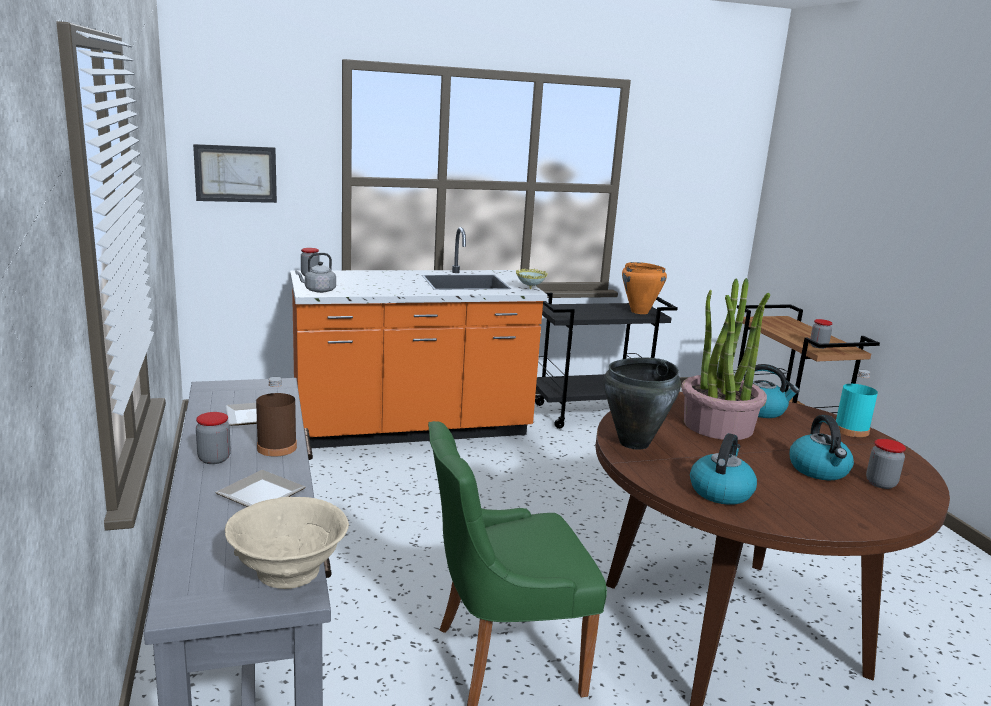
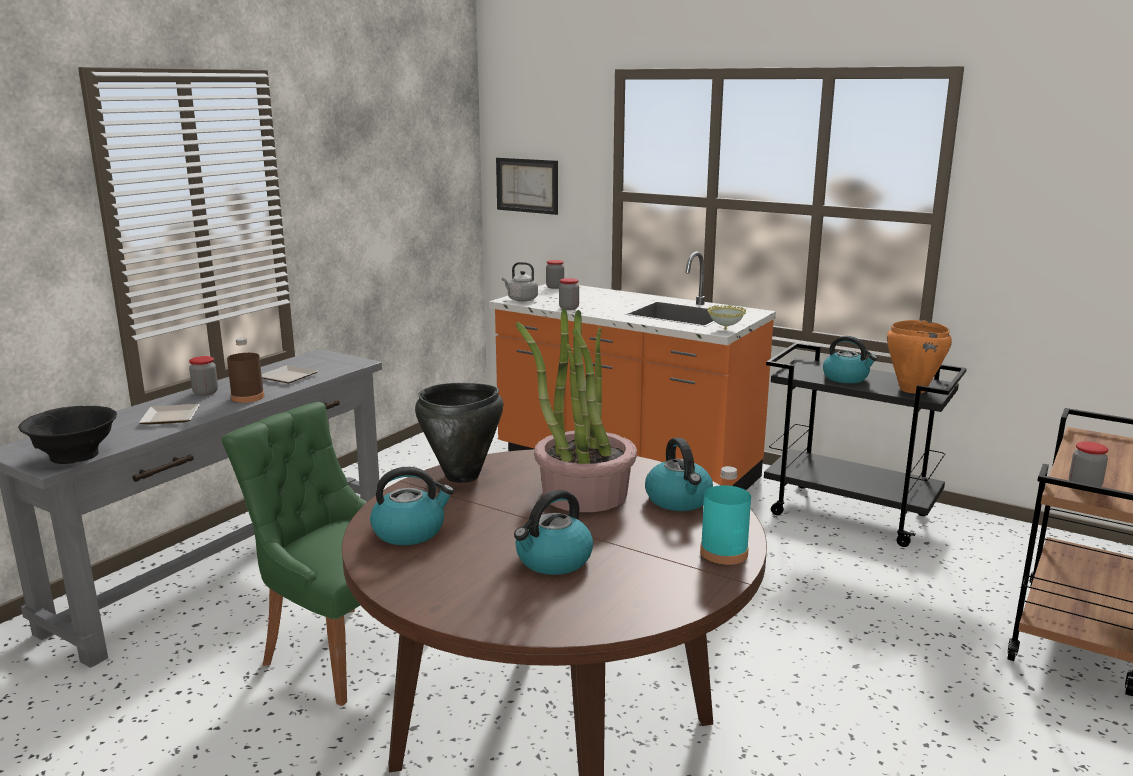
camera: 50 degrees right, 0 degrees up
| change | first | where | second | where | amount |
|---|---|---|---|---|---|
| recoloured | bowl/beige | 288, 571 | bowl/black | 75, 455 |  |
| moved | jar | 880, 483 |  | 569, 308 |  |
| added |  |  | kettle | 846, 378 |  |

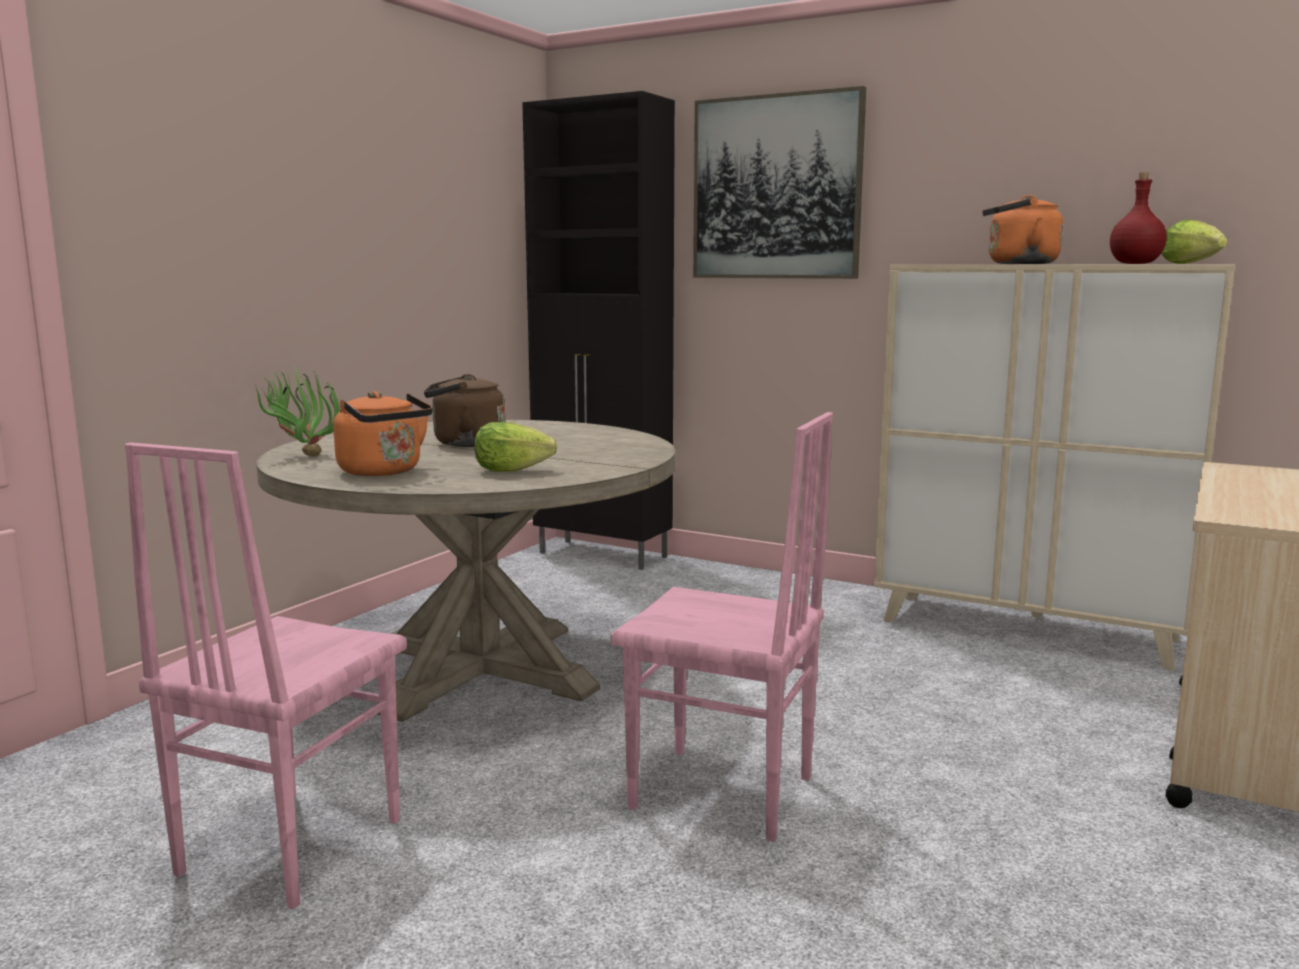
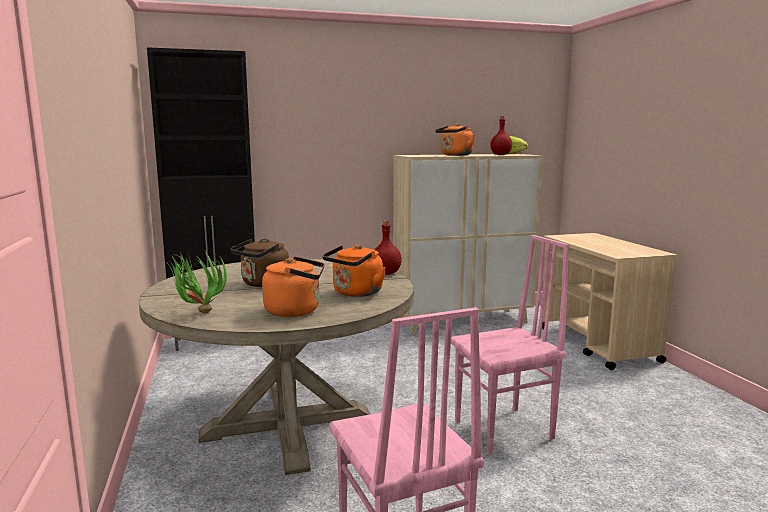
camera: 45 degrees left, 0 degrees up
| change | first | where | second | where | amount |
|---|---|---|---|---|---|
| replaced | lettuce | 511, 470 | kettle/orange | 355, 293 |  |
| added |  |  | bottle/red | 385, 273 |  |
| removed | picture | 776, 188 |  |  |  |

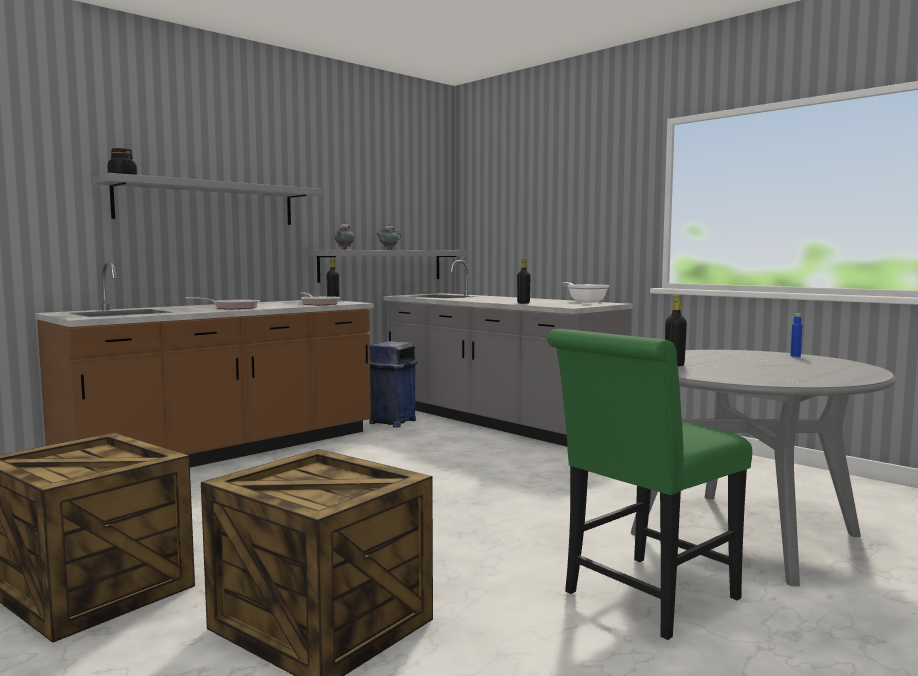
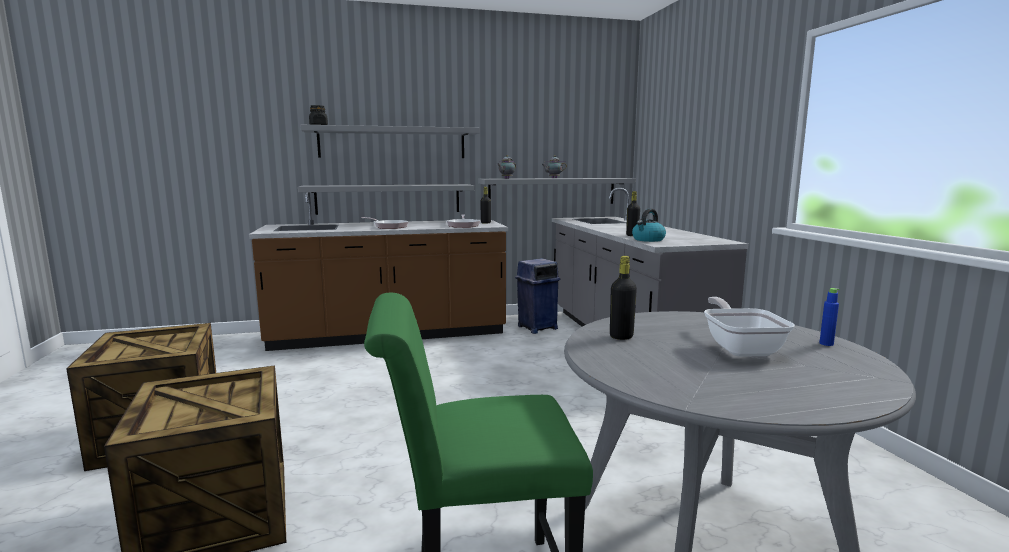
camera: 30 degrees right, 5 degrees up
| change | first | where | second | where | amount |
|---|---|---|---|---|---|
| added |  |  | shelf/grey | 388, 199 |  |
| added |  |  | kettle | 648, 240 |  |
| moved | frying pan | 584, 302 |  | 740, 348 |  |

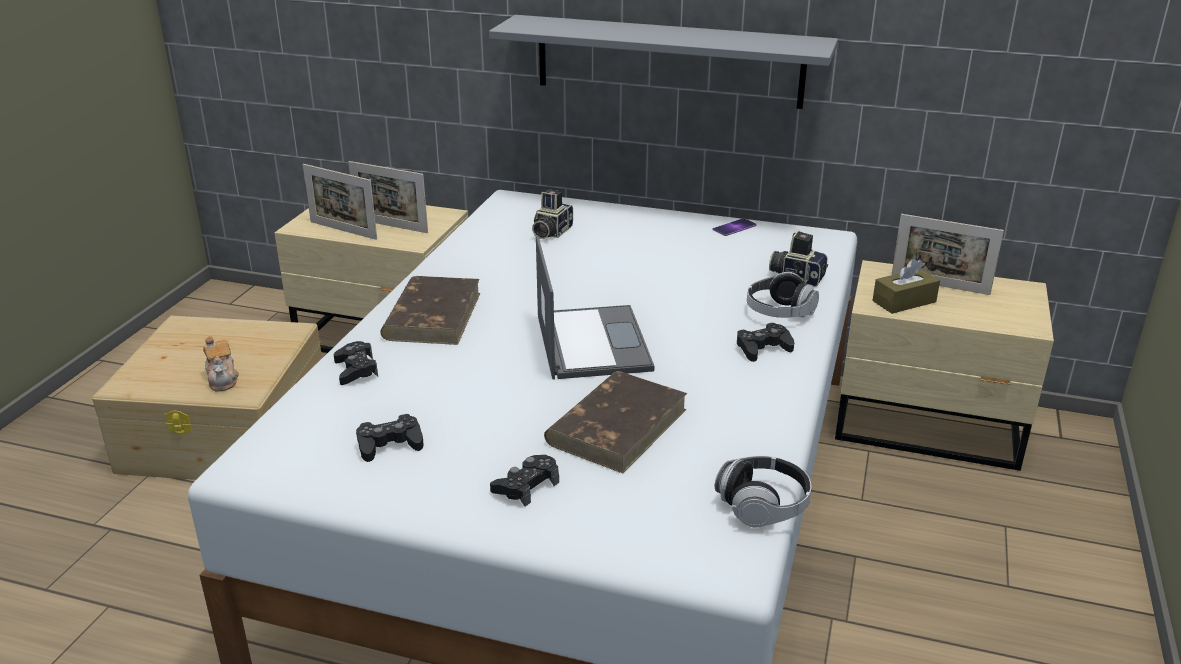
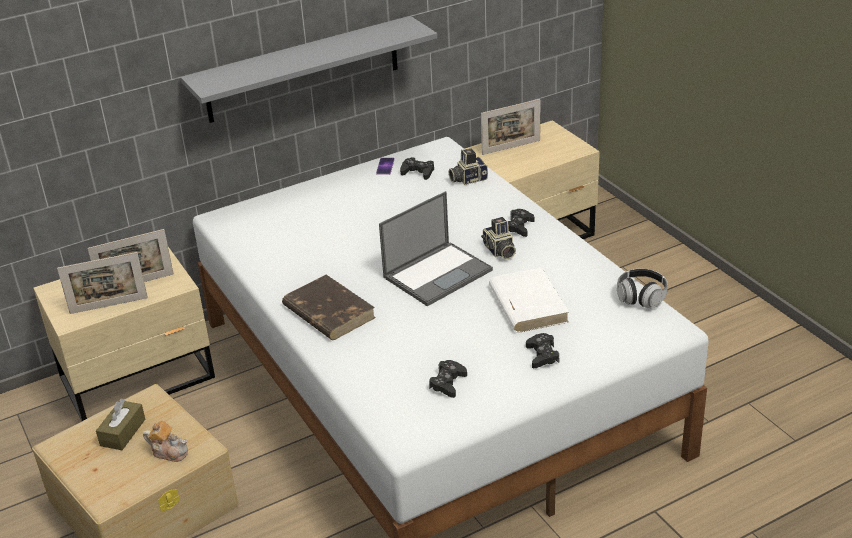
camera: 45 degrees left, 5 degrees up
| change | first | where | second | where | amount |
|---|---|---|---|---|---|
| moved | tissue box/brown | 904, 301 |  | 123, 432 |  |
| turned | laptop | 592, 342 |  | 438, 273 | 105 degrees clockwise |
| moved | game controller/black | 356, 370 |  | 418, 172 |  |
| moved | photo camera | 550, 232 |  | 499, 251 |  |
| recoloured | book/brown | 618, 425 | book/white | 527, 304 |  |
| removed | headphones | 779, 312 |  |  |  |

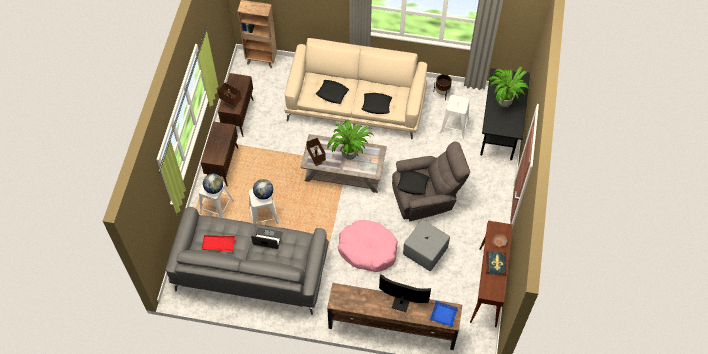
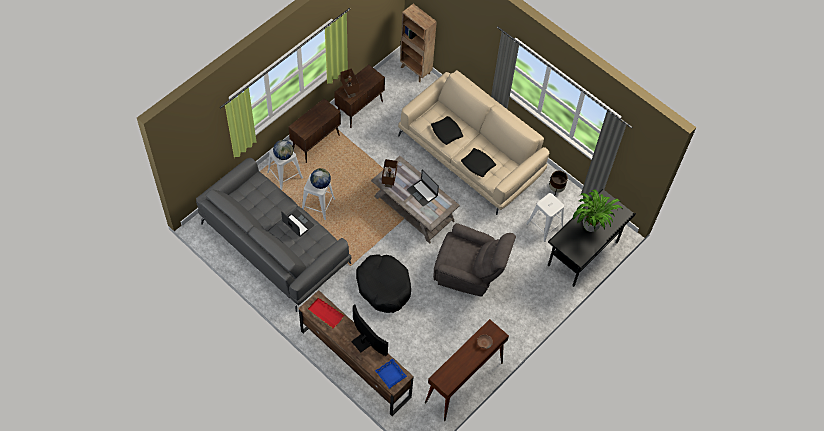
camera: 30 degrees right, 0 degrees up
| change | first | where | second | where | amount |
|---|---|---|---|---|---|
| moved | tray/red | 218, 244 |  | 325, 313 |  |
| recoloured | dog bed/pink | 367, 249 | dog bed/black | 384, 286 |  |
| replaced | potted plant | 349, 153 | laptop | 422, 193 |  |
| removed | pillow/black | 413, 184 |  |  |  |
| removed | ottoman/grey | 425, 252 |  |  |  |
| removed | book | 496, 264 |  |  |  |

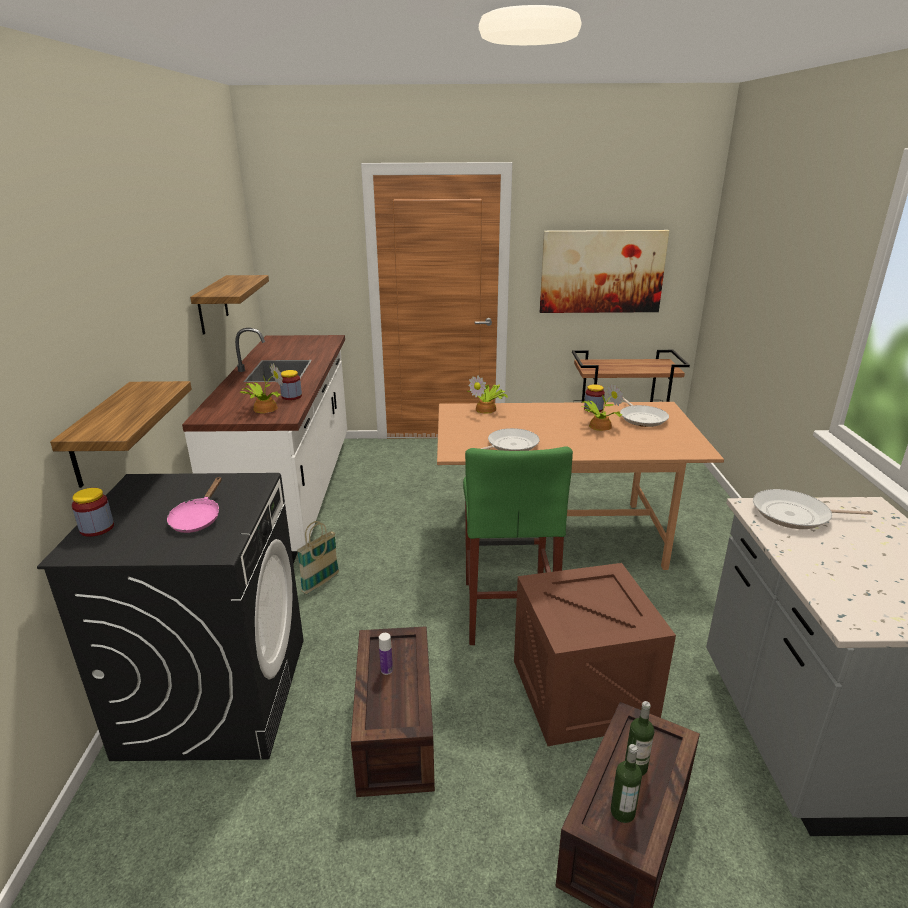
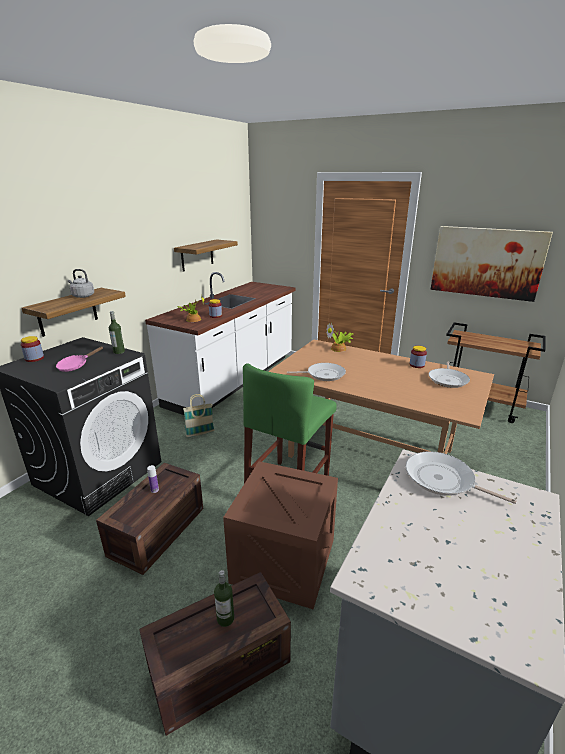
camera: 30 degrees right, 0 degrees up
| change | first | where | second | where | amount |
|---|---|---|---|---|---|
| added |  |  | kettle/grey | 82, 296 |  |
| moved | bottle | 622, 812 |  | 119, 352 |  |
| removed | potted plant | 598, 426 |  |  |  |

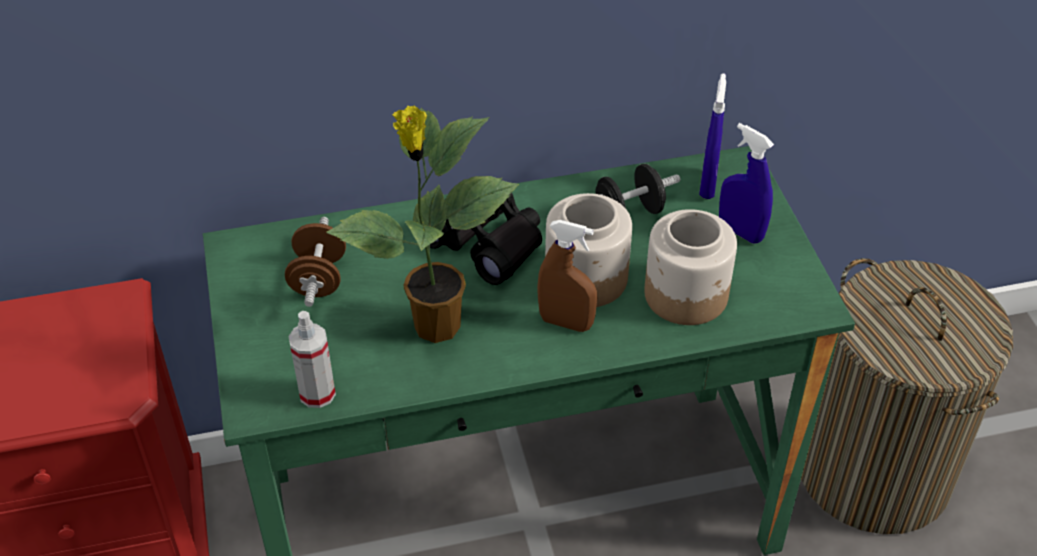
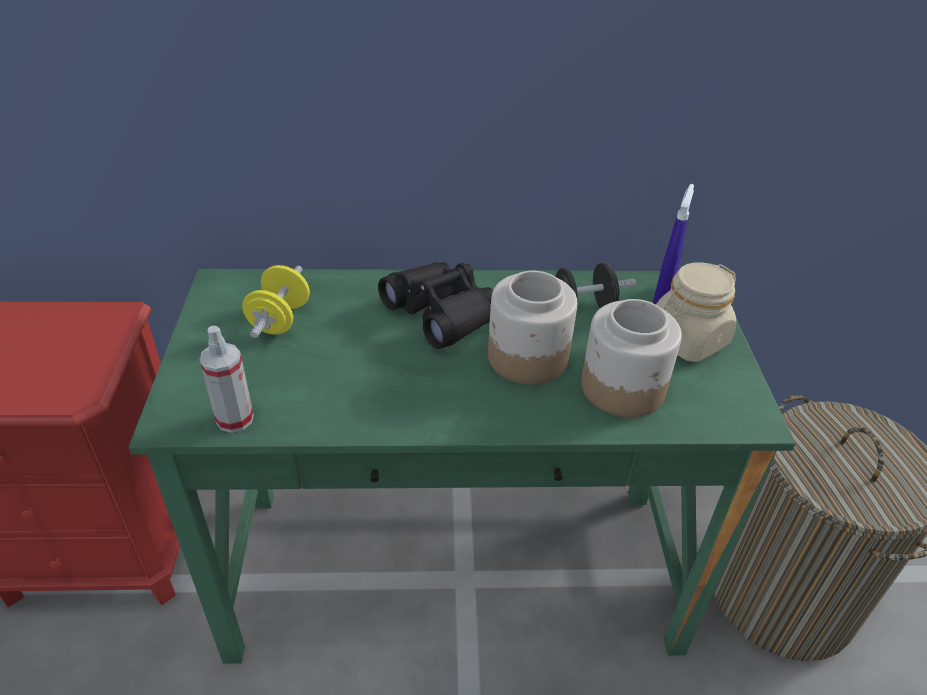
camera: 10 degrees right, 5 degrees down
| change | first | where | second | where | amount |
|---|---|---|---|---|---|
| recoloured | dumbbell/brown | 318, 279 | dumbbell/yellow | 280, 319 |  |
| replaced | spray bottle/blue | 740, 231 | jar/beige | 687, 340 |  |
| removed | potted plant | 435, 328 |  |  |  |
| removed | spray bottle/brown | 566, 323 |  |  |  |

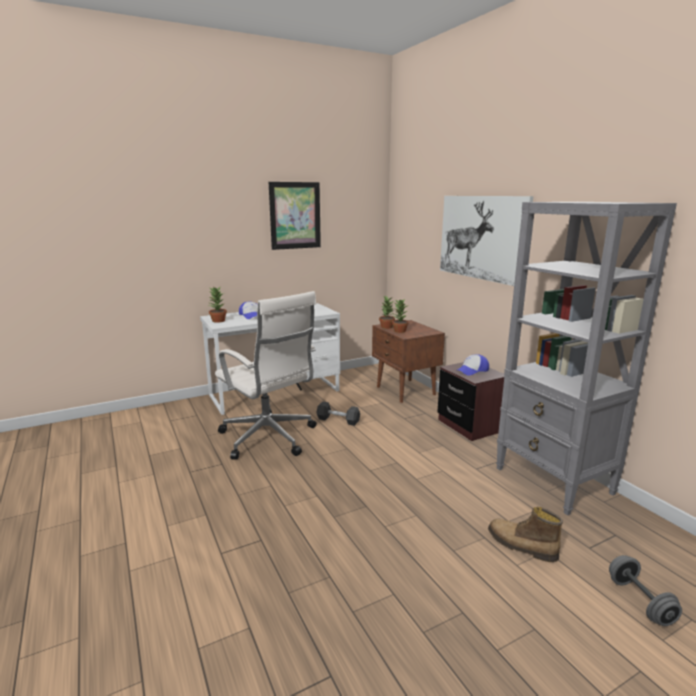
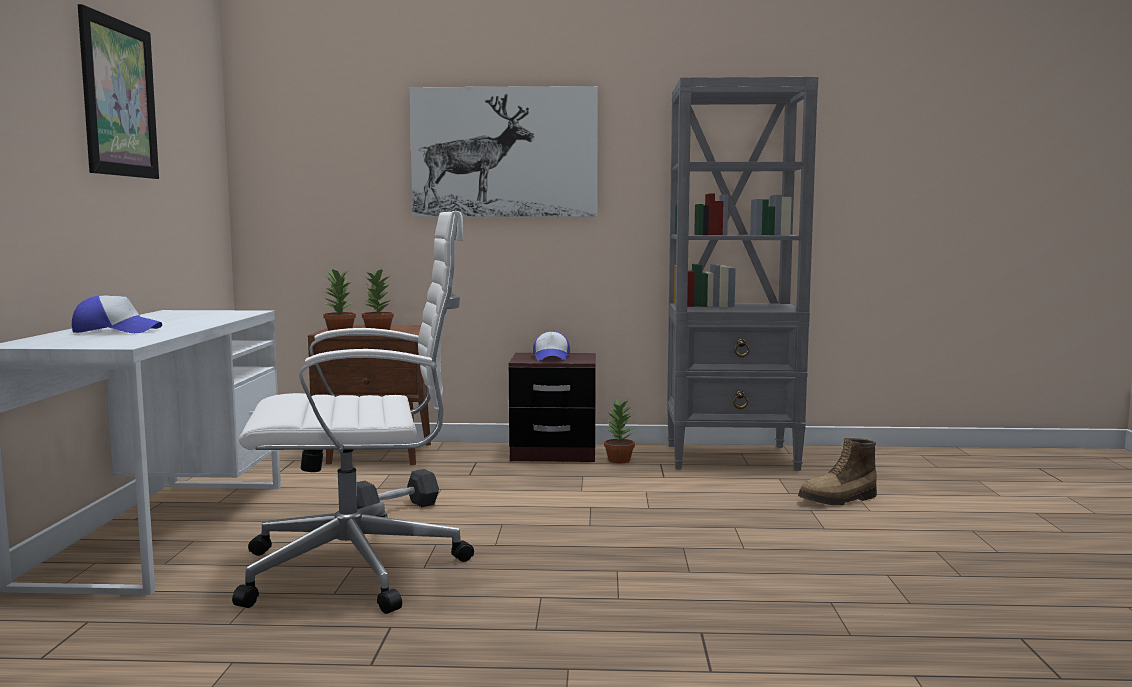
camera: 60 degrees left, 10 degrees down
| change | first | where | second | where | amount |
|---|---|---|---|---|---|
| moved | potted plant | 218, 321 |  | 619, 460 |  |
| removed | dumbbell/grey | 640, 601 |  |  |  |

